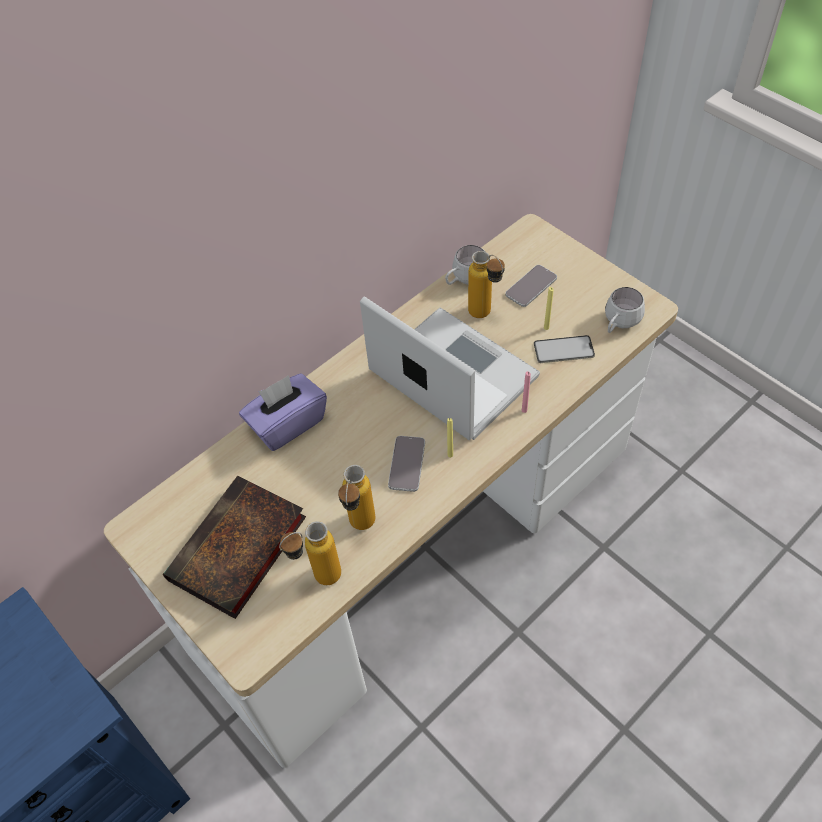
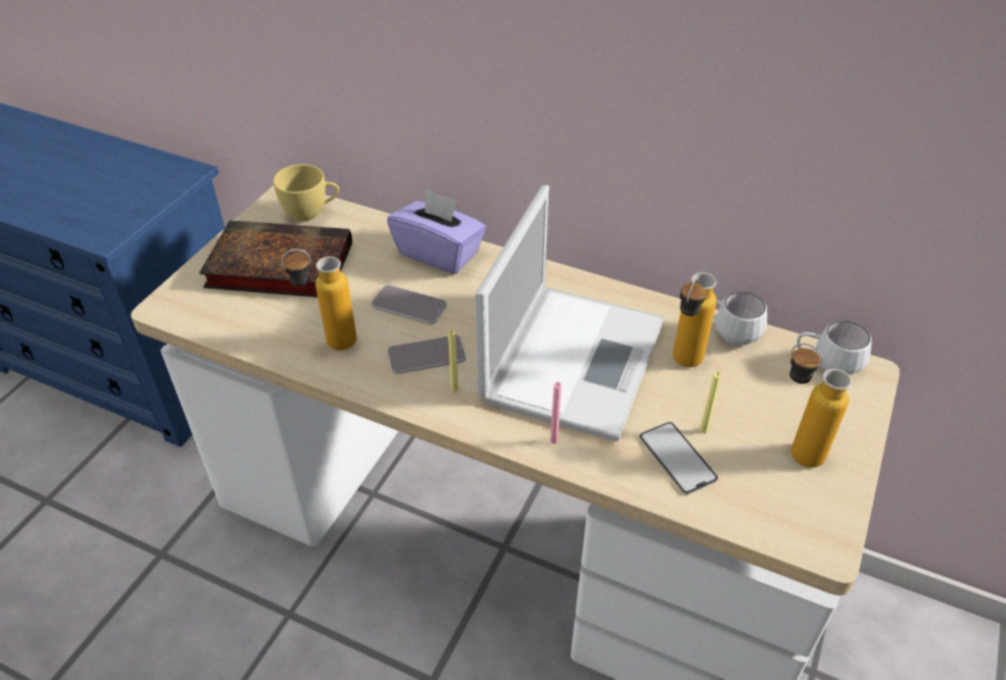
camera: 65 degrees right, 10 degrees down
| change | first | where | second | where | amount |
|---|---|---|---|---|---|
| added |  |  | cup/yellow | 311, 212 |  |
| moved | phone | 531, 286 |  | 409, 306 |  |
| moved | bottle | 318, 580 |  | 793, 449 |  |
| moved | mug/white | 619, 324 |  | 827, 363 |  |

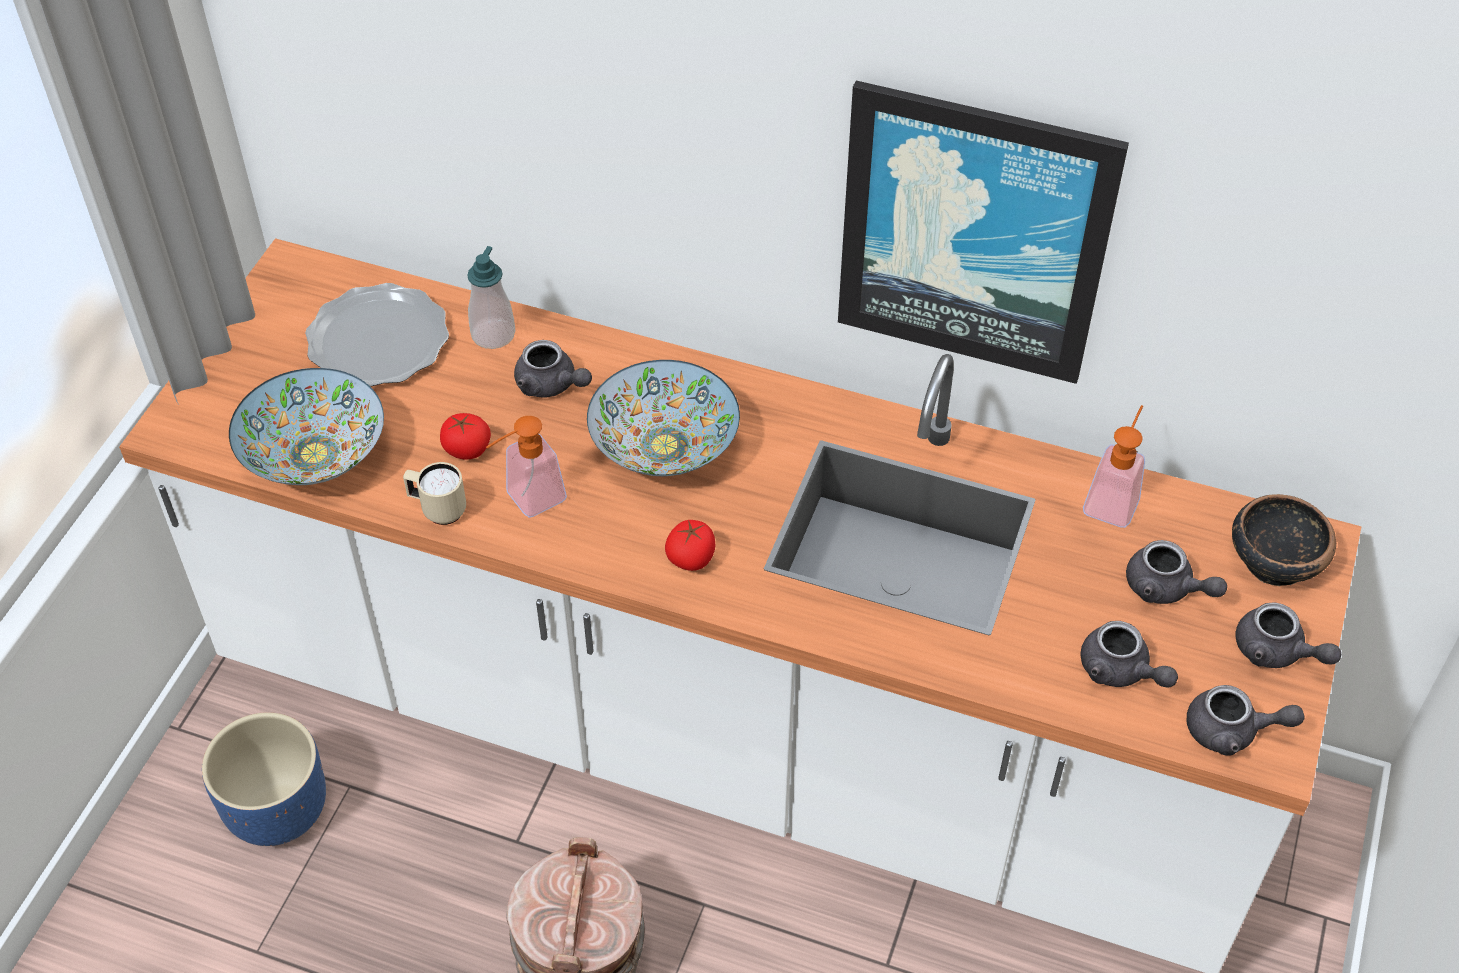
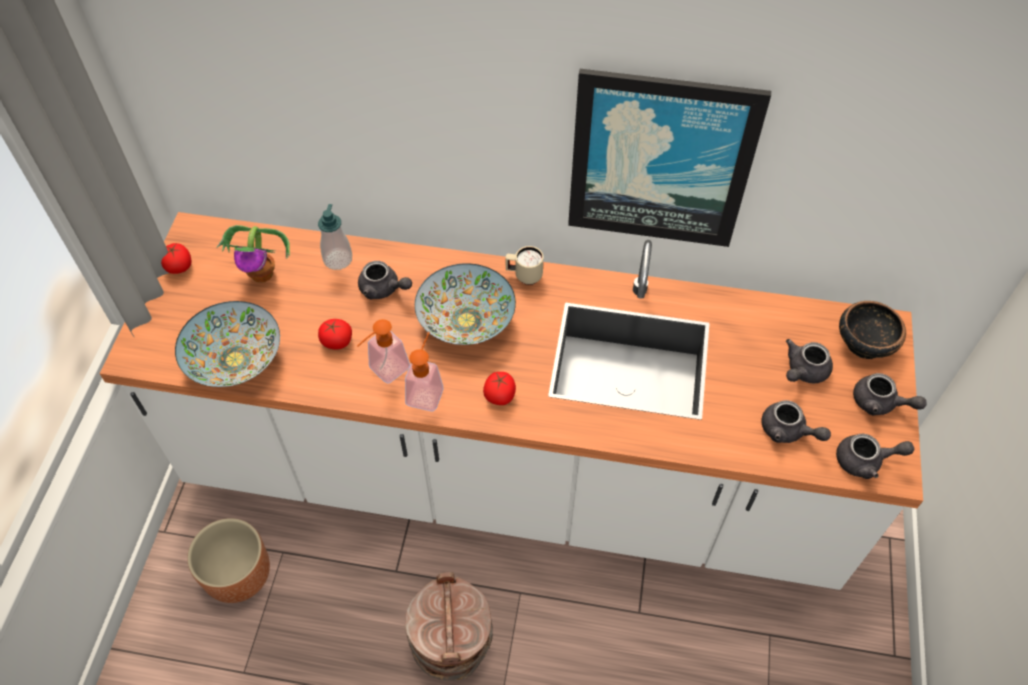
camera: 10 degrees left, 5 degrees up
| change | first | where | second | where | amount |
|---|---|---|---|---|---|
| added |  |  | tomato | 179, 266 |  |
| recoloured | planter/blue | 278, 809 | planter/brown | 239, 575 |  |
| replaced | plate | 379, 340 | potted plant | 263, 274 |  |
| moved | soap dispenser | 1113, 499 |  | 427, 391 |  |
| moved | mug/beige | 438, 509 |  | 524, 276 |  |
| turned | teapot/grey | 1166, 589 |  | 803, 371 | 105 degrees clockwise |

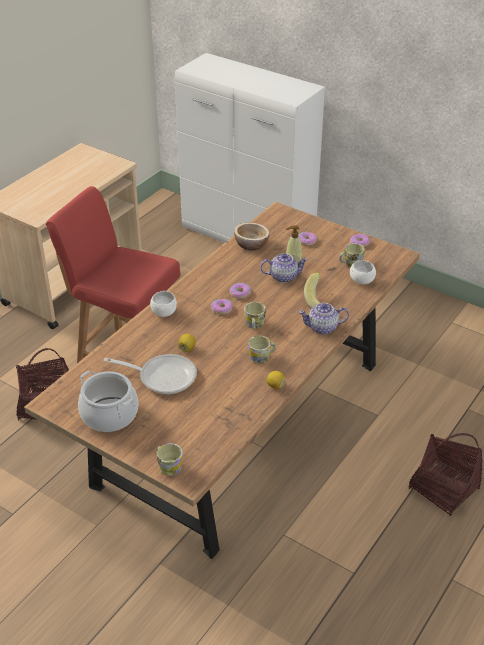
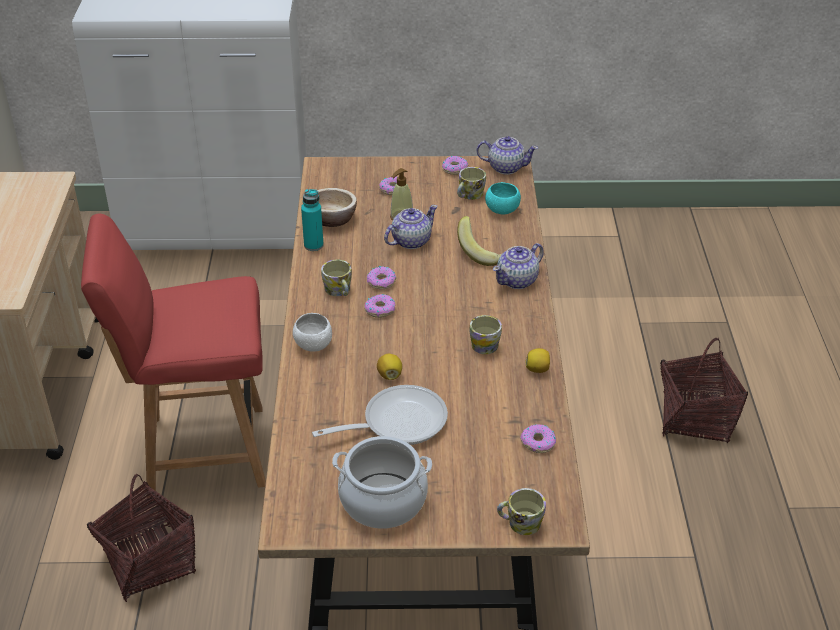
camera: 35 degrees left, 0 degrees up
| change | first | where | second | where | amount |
|---|---|---|---|---|---|
| added |  |  | bottle/turquoise | 313, 245 |  |
| moved | mug | 254, 325 |  | 339, 291 |  |
| added |  |  | teapot | 505, 167 |  |
| recoloured | bowl/white | 361, 281 | bowl/turquoise | 502, 210 |  |
| added |  |  | donut | 538, 442 |  |

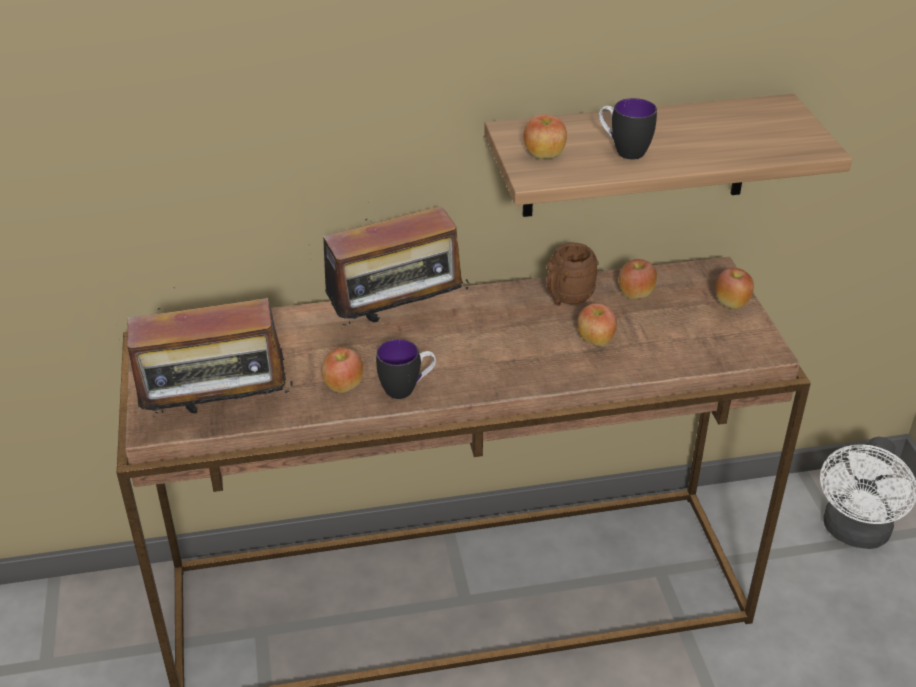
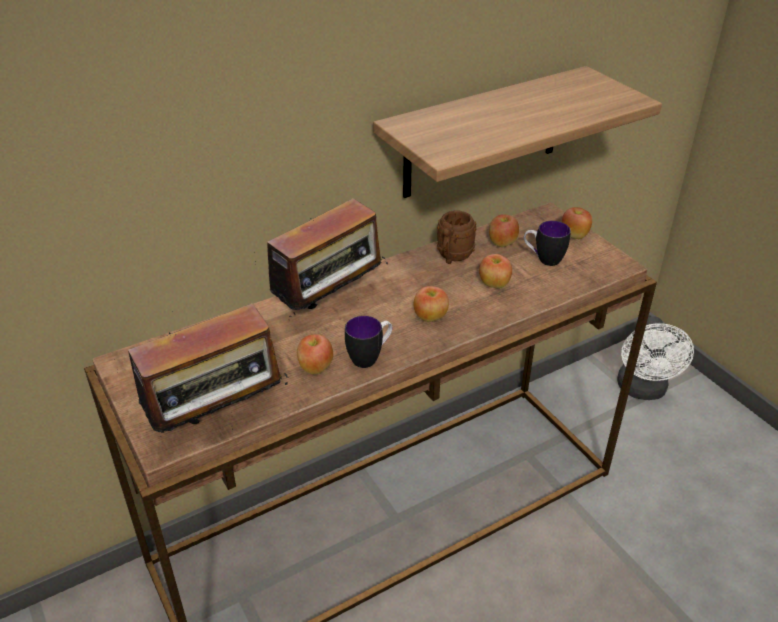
camera: 20 degrees left, 0 degrees up
| change | first | where | second | where | amount |
|---|---|---|---|---|---|
| moved | apple | 544, 155 |  | 430, 318 |  |
| moved | mug | 623, 150 |  | 543, 259 |  |

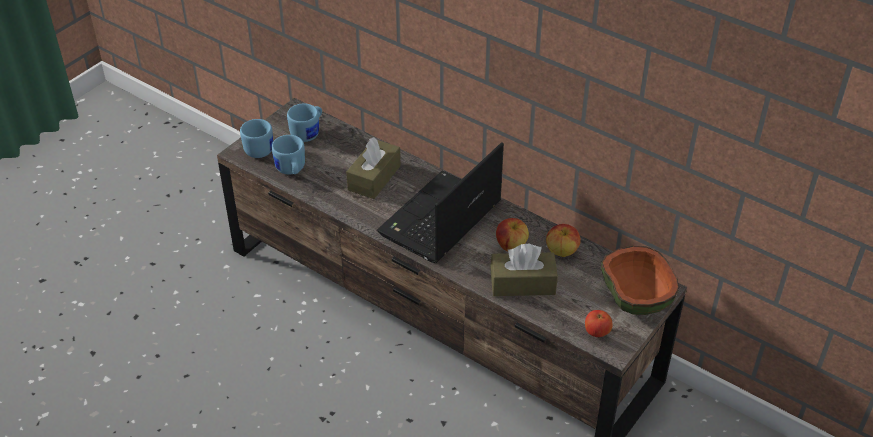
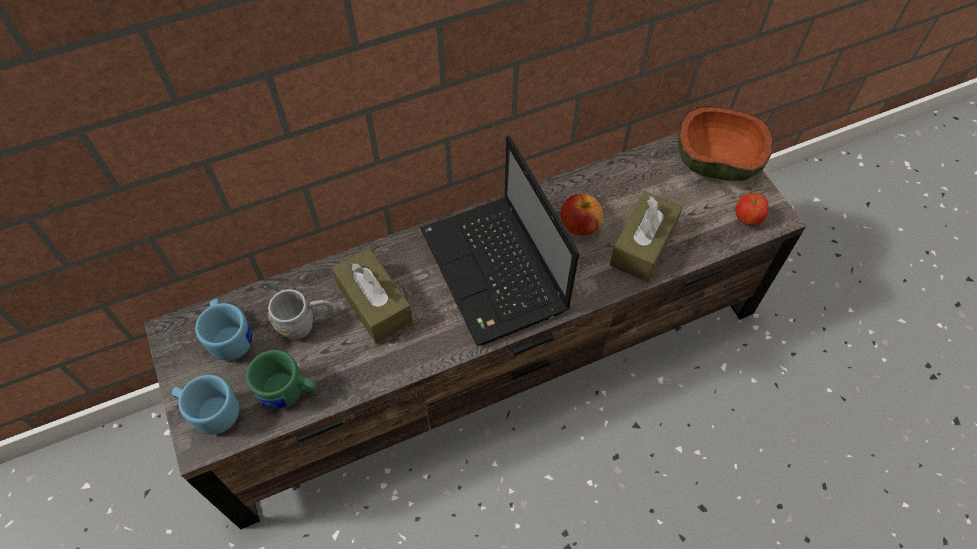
camera: 60 degrees left, 15 degrees up
| change | first | where | second | where | amount |
|---|---|---|---|---|---|
| recoloured | mug/blue | 291, 170 | mug/green | 289, 392 |  |
| added |  |  | mug/grey | 306, 324 |  |
| removed | apple | 562, 251 |  |  |  |

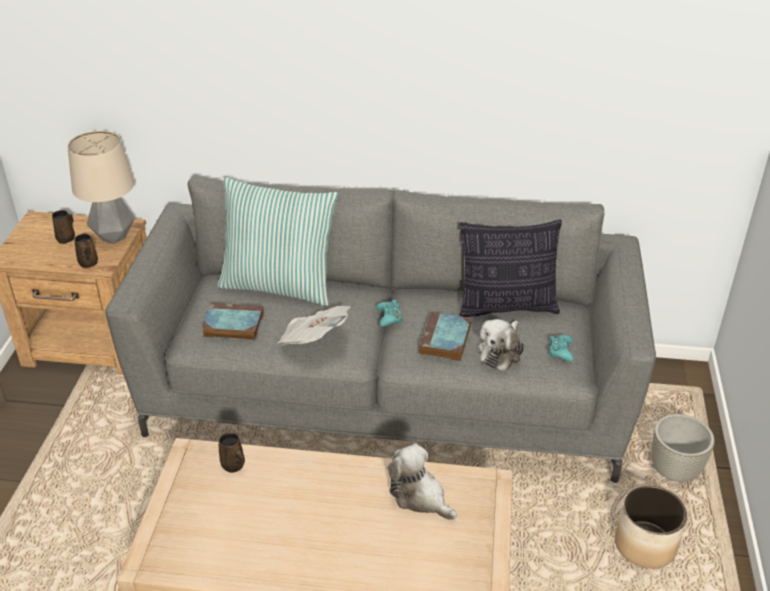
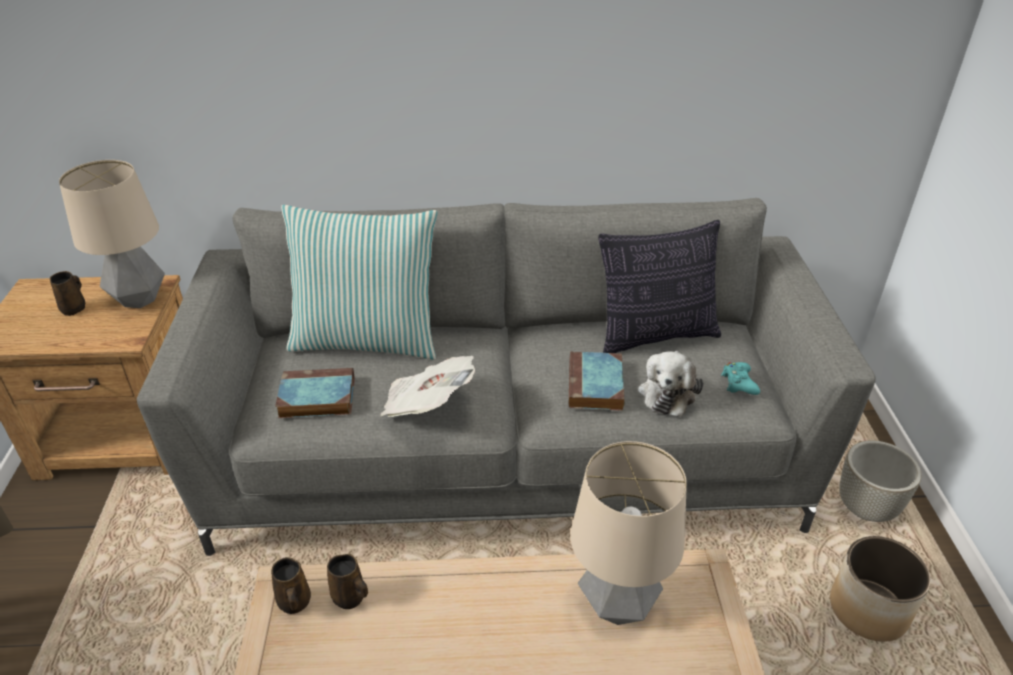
camera: 10 degrees left, 0 degrees up
| change | first | where | second | where | amount |
|---|---|---|---|---|---|
| moved | mug/brown | 88, 264 |  | 294, 603 |  |
| replaced | plush toy | 420, 496 | table lamp | 618, 606 |  |
| removed | game controller/turquoise | 389, 317 |  |  |  |

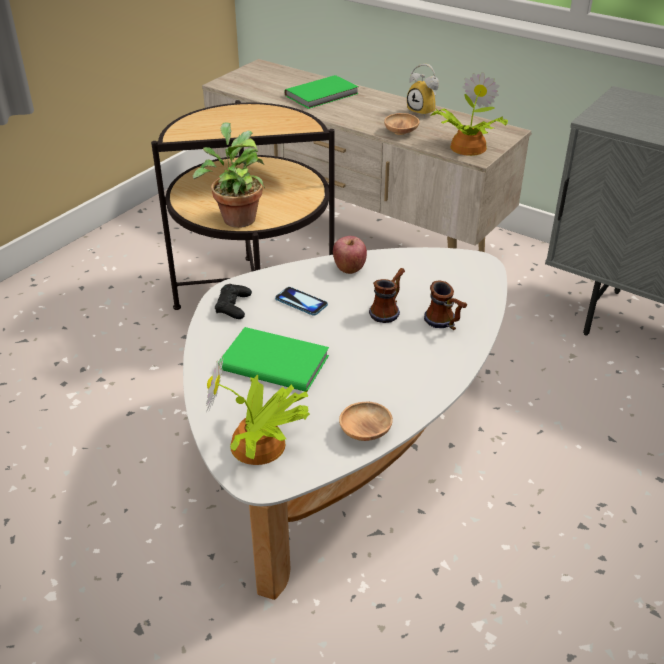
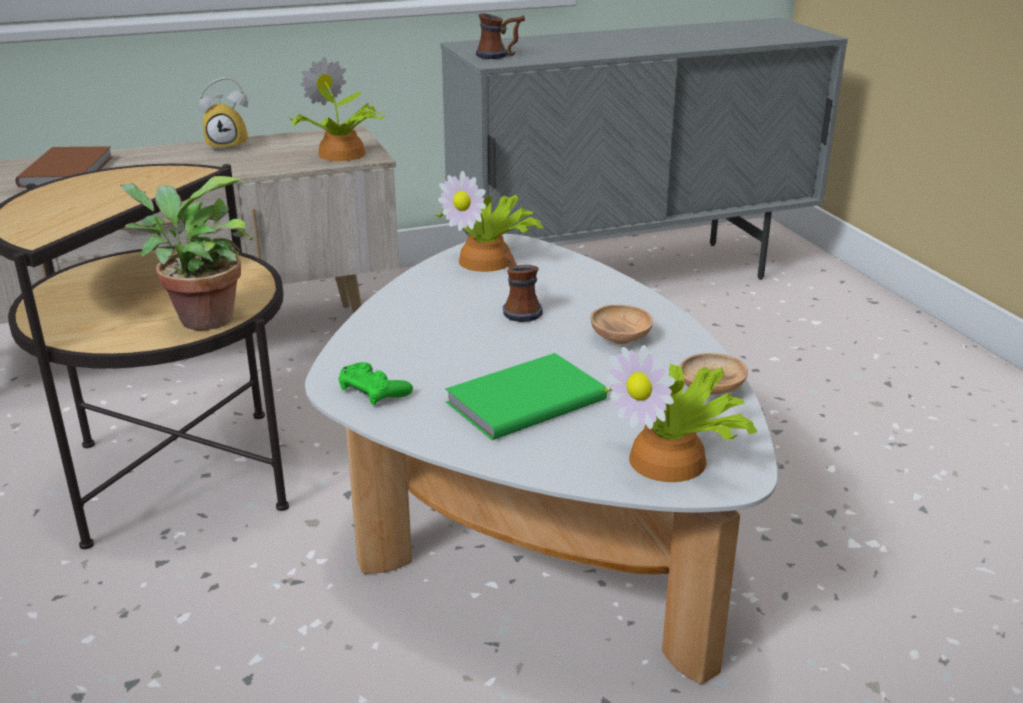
camera: 55 degrees left, 10 degrees down
| change | first | where | second | where | amount |
|---|---|---|---|---|---|
| recoloured | book/green | 323, 95 | book/brown | 70, 171 |  |
| recoloured | game controller/black | 233, 306 | game controller/green | 373, 391 |  |
| added |  |  | potted plant | 489, 260 |  |
| moved | mug | 445, 324 |  | 500, 56 |  |
| moved | bowl/brown | 401, 132 |  | 620, 338 |  |
| removed | phone | 301, 302 |  |  |  |
| removed | apple | 349, 268 |  |  |  |

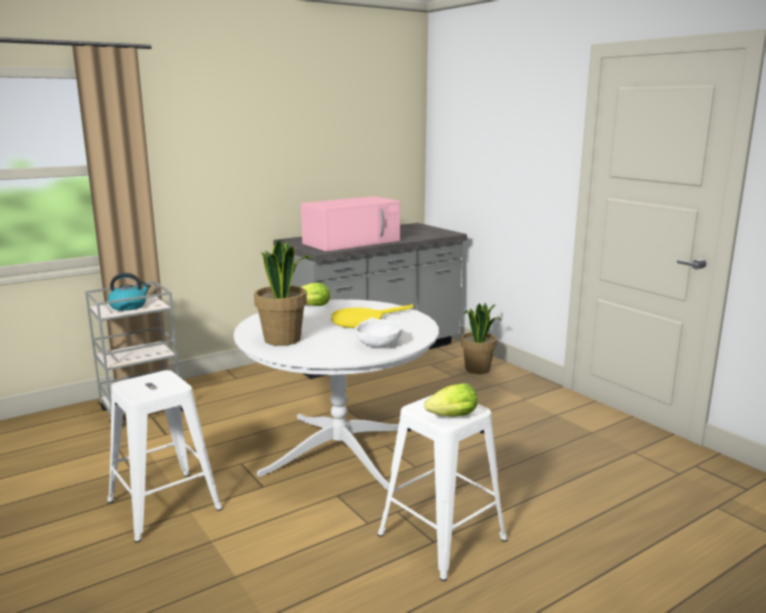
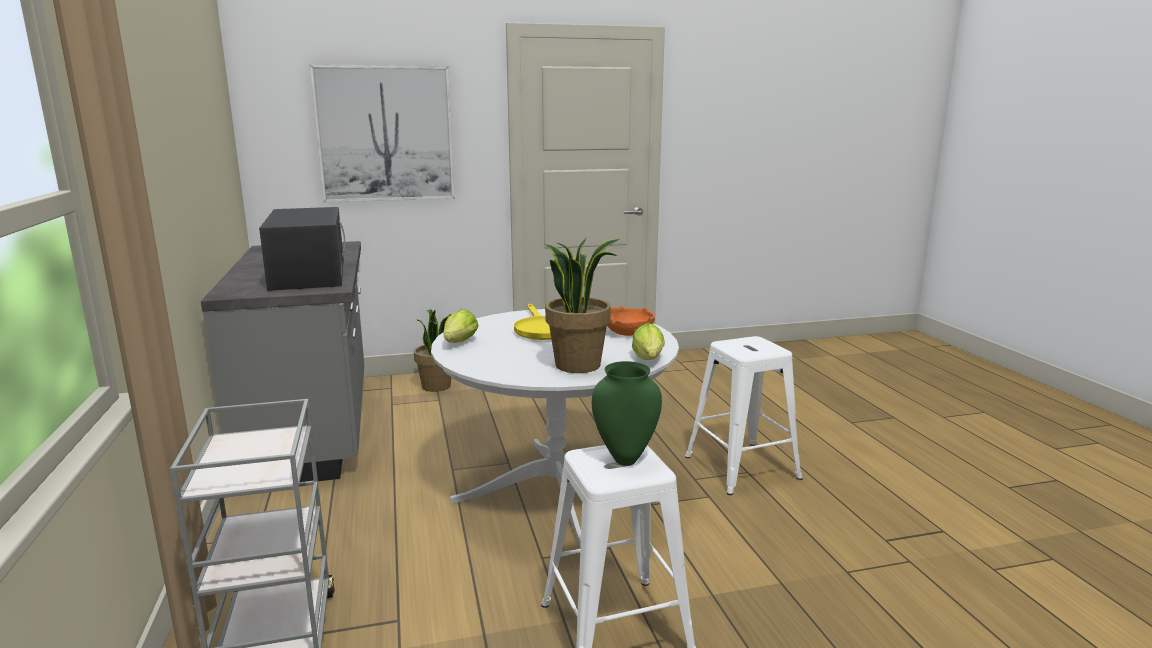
camera: 70 degrees left, 0 degrees up
| change | first | where | second | where | amount |
|---|---|---|---|---|---|
| recoloured | microwave/pink | 352, 241 | microwave/black | 308, 273 |  |
| added |  |  | picture | 385, 134 |  |
| added |  |  | vase/green | 625, 459 |  |
| recoloured | bowl/white | 378, 344 | bowl/orange | 628, 333 |  |
| moved | lettuce | 450, 417 |  | 649, 360 |  |
| removed | kettle | 129, 306 |  |  |  |

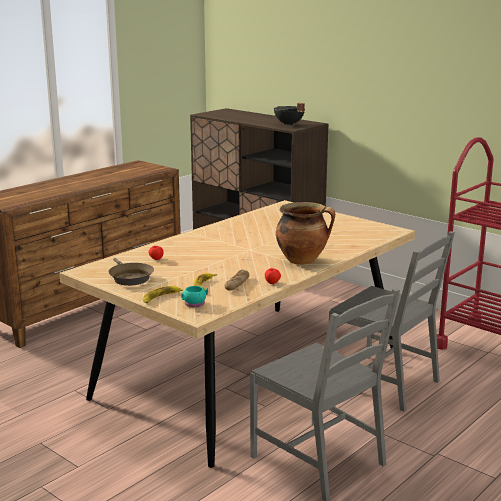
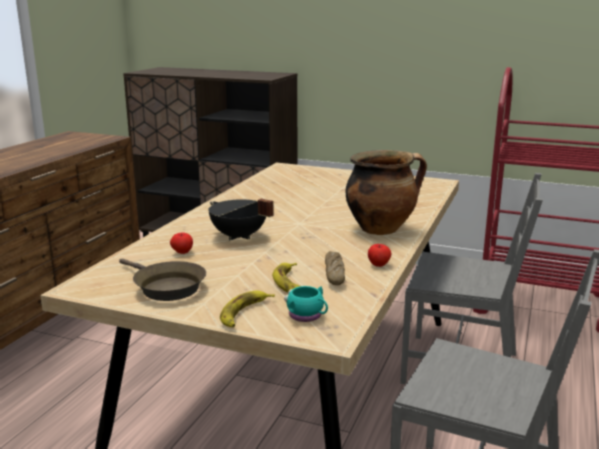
camera: 20 degrees left, 0 degrees up
| change | first | where | second | where | amount |
|---|---|---|---|---|---|
| moved | cooking pot/black | 288, 124 |  | 238, 237 |  |

